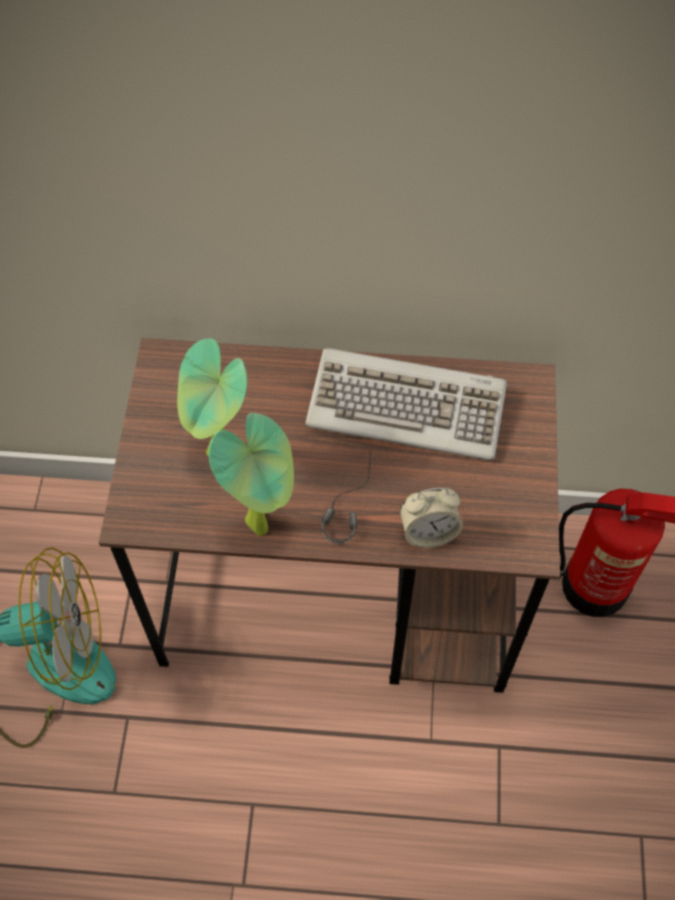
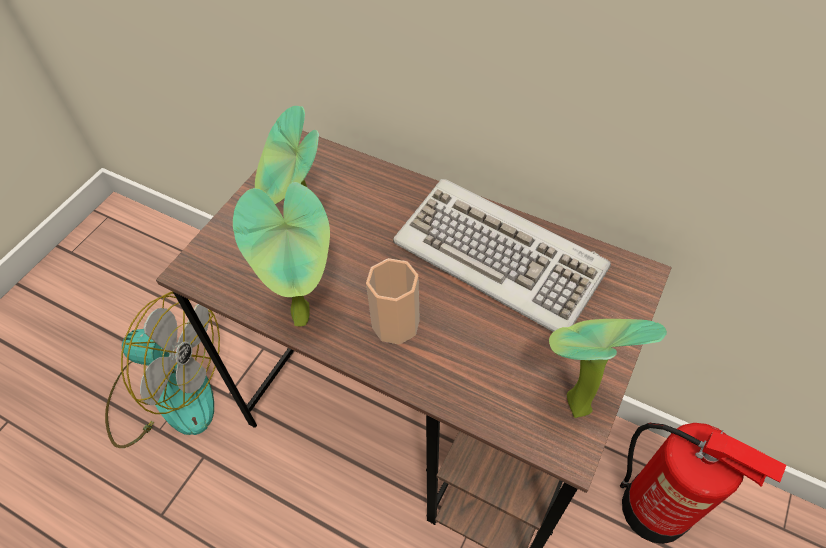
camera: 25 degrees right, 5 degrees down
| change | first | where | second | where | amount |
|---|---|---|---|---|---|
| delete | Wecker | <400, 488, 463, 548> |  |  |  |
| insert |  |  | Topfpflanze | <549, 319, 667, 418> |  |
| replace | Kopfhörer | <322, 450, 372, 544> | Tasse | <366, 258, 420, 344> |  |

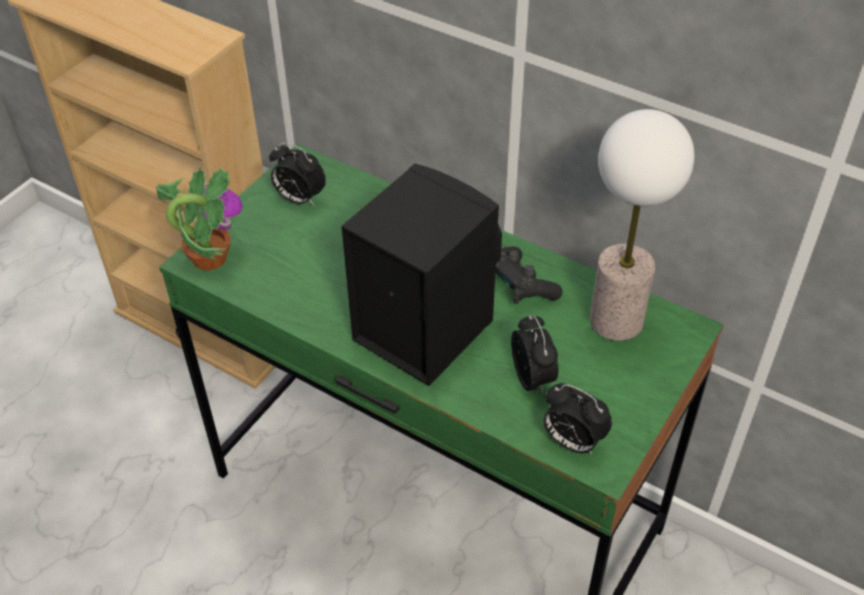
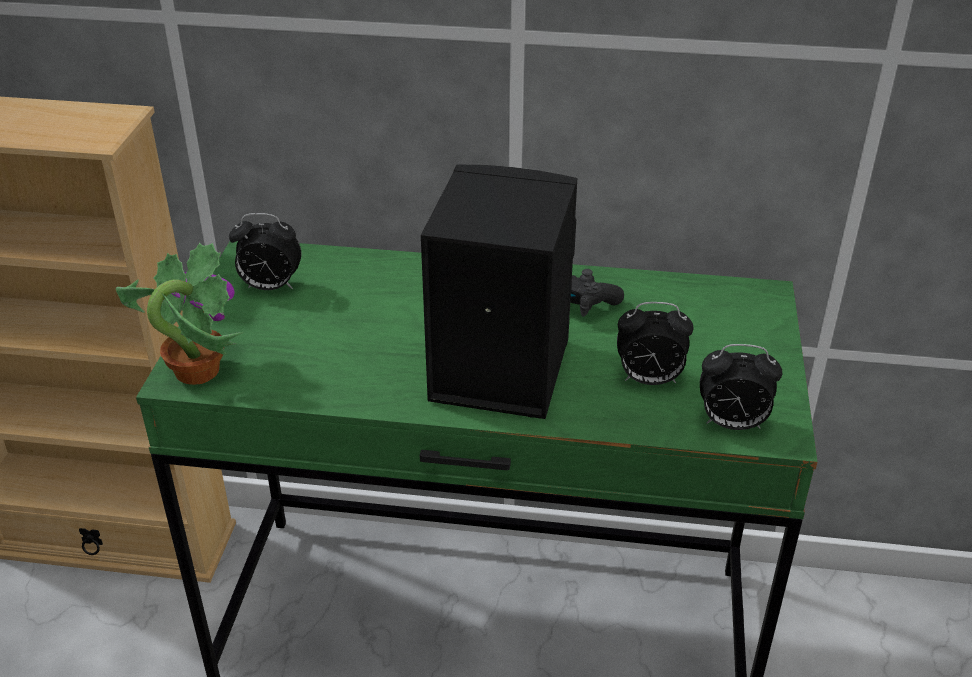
camera: 25 degrees left, 10 degrees down
| change | first | where | second | where | amount |
|---|---|---|---|---|---|
| delete | Tischlampe | <590, 109, 695, 341> |  |  |  |
| rotate | Wecker | <511, 315, 558, 394> |  | <617, 302, 693, 385> | 135 degrees clockwise |

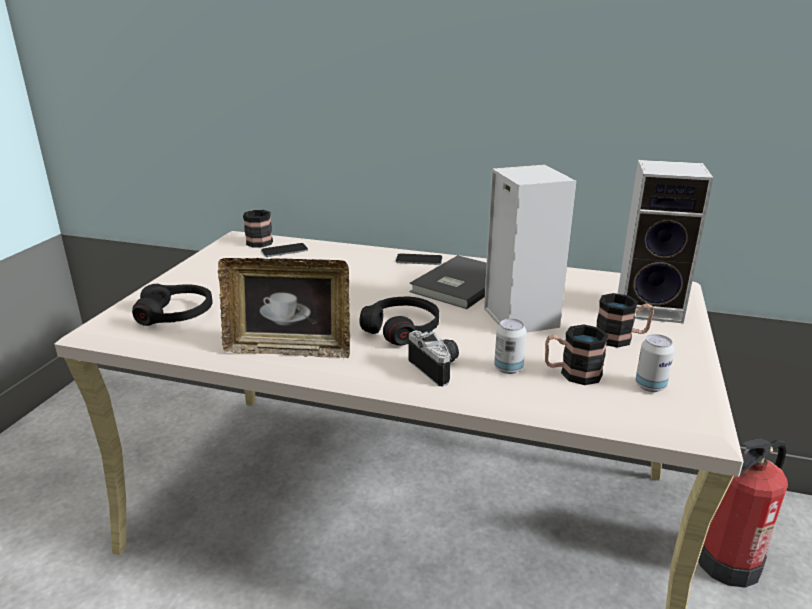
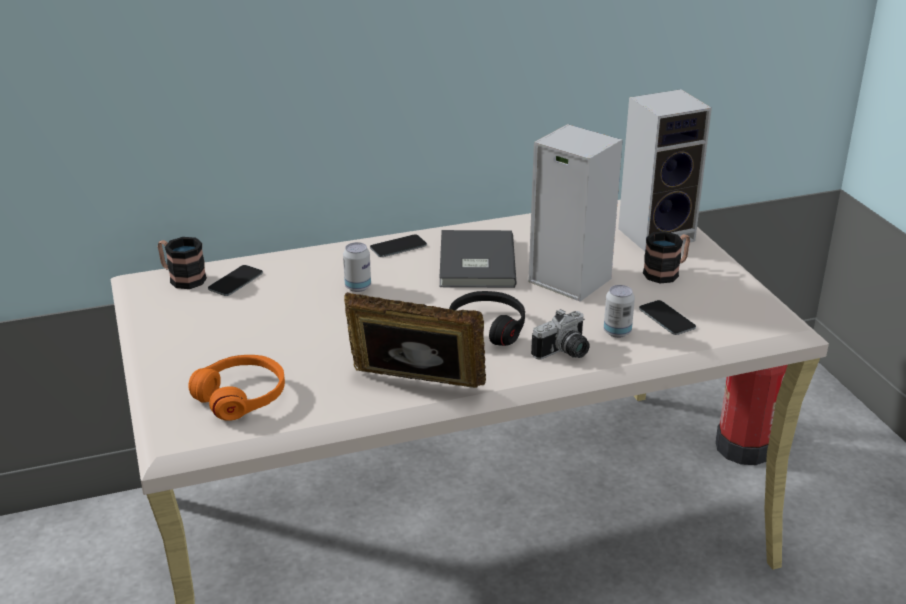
camera: 35 degrees left, 5 degrees up
| change | first | where | second | where | amount |
|---|---|---|---|---|---|
| move | Dose | <635, 334, 674, 392> |  | <343, 242, 371, 292> |  |
| replace | Henkelbecher | <545, 325, 609, 385> | Handy | <639, 300, 696, 335> |  |
| recolor | Kopfhörer/schwarz | <132, 284, 213, 326> | Kopfhörer/orange | <188, 355, 285, 421> |  |
| rotate | Bilderrahmen | <218, 258, 350, 358> |  | <344, 292, 486, 388> | 135 degrees counterclockwise |
| rotate | Kamera | <408, 330, 459, 386> |  | <531, 309, 590, 360> | 120 degrees clockwise |

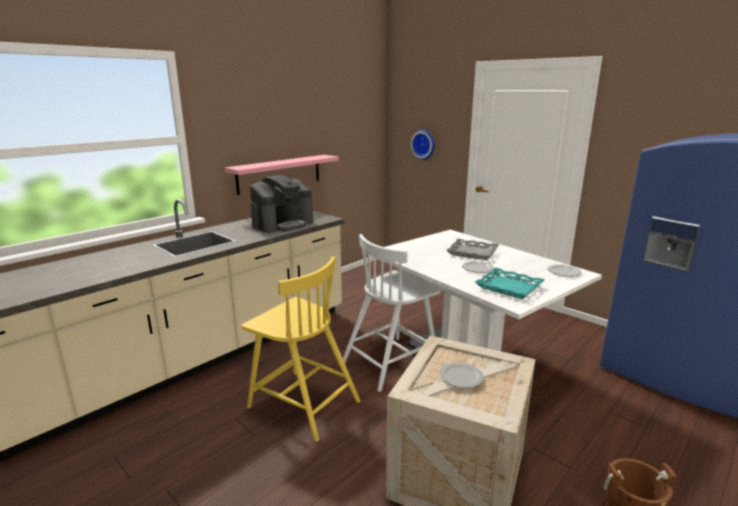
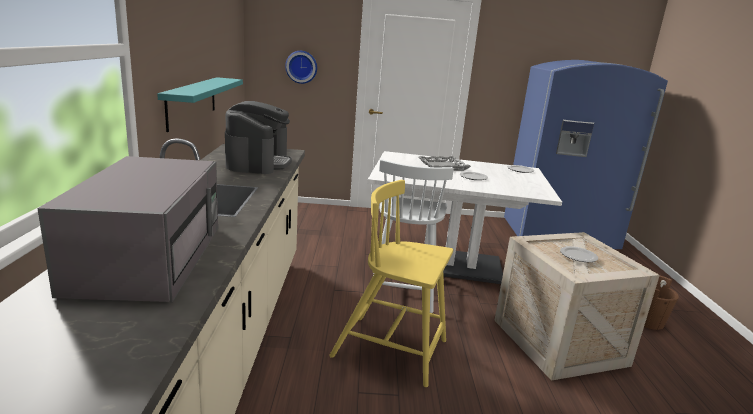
camera: 45 degrees left, 0 degrees up
| change | first | where | second | where | amount |
|---|---|---|---|---|---|
| delete | Tablett/türkis | <475, 268, 544, 299> |  |  |  |
| insert |  |  | Mikrowelle/grau | <37, 156, 218, 302> |  |
| recolor | Wandregal/rosa | <225, 155, 339, 195> | Wandregal/türkis | <157, 77, 243, 132> |  |
| rotate | Stuhl/gelb | <241, 256, 360, 442> |  | <329, 180, 453, 387> | 150 degrees counterclockwise |

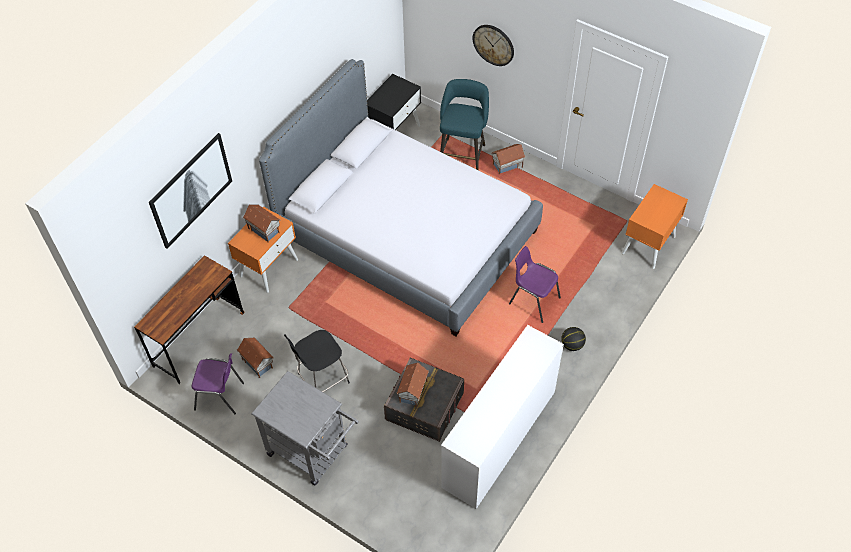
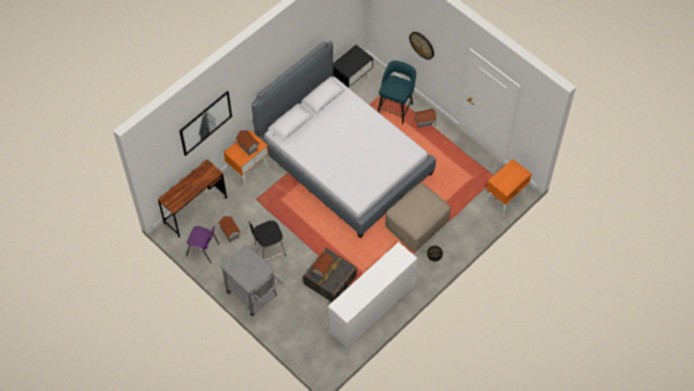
camera: 10 degrees right, 5 degrees up
| change | first | where | second | where | amount |
|---|---|---|---|---|---|
| replace | Stuhl/lila | <509, 246, 561, 323> | Polsterhocker/beige | <385, 183, 451, 251> |  |

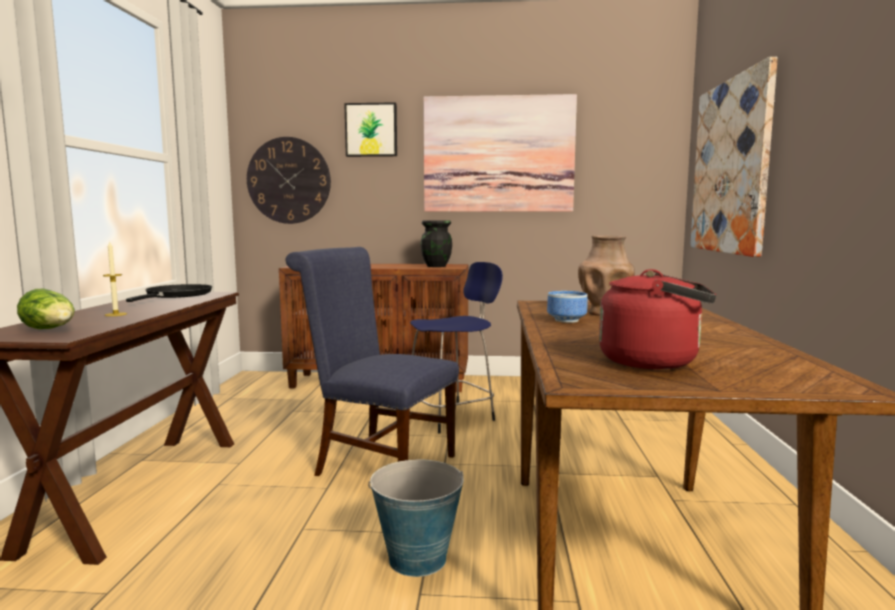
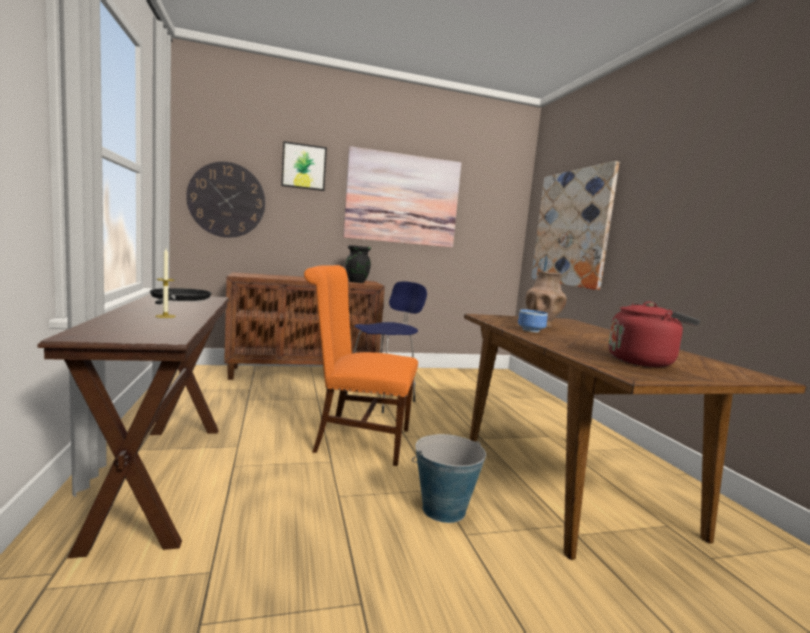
camera: 20 degrees left, 0 degrees up
| change | first | where | second | where | amount |
|---|---|---|---|---|---|
| delete | Salatkopf | <17, 289, 75, 329> |  |  |  |
| recolor | Stuhl/blau | <286, 247, 459, 476> | Stuhl/orange | <304, 265, 418, 466> |  |

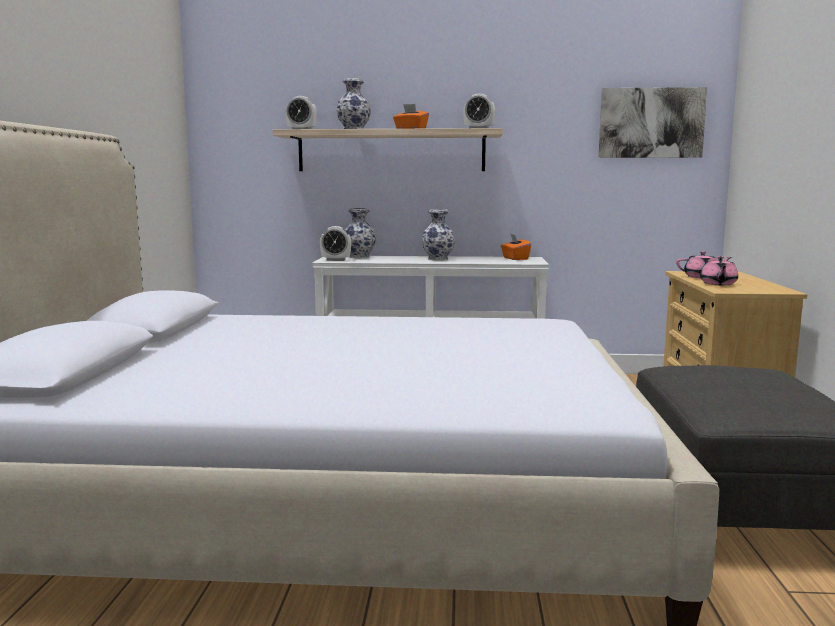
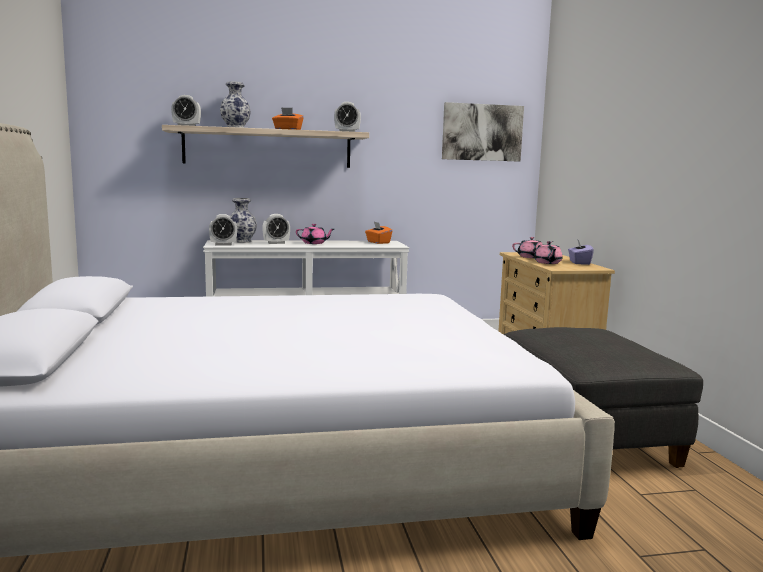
camera: 15 degrees left, 0 degrees up
| change | first | where | second | where | amount |
|---|---|---|---|---|---|
| insert |  |  | Wecker | <262, 214, 290, 244> |  |
| insert |  |  | Taschentuchbox/lila | <568, 239, 594, 265> |  |
| replace | Vase | <422, 209, 455, 261> | Teekanne/rosa | <296, 224, 334, 244> |  |

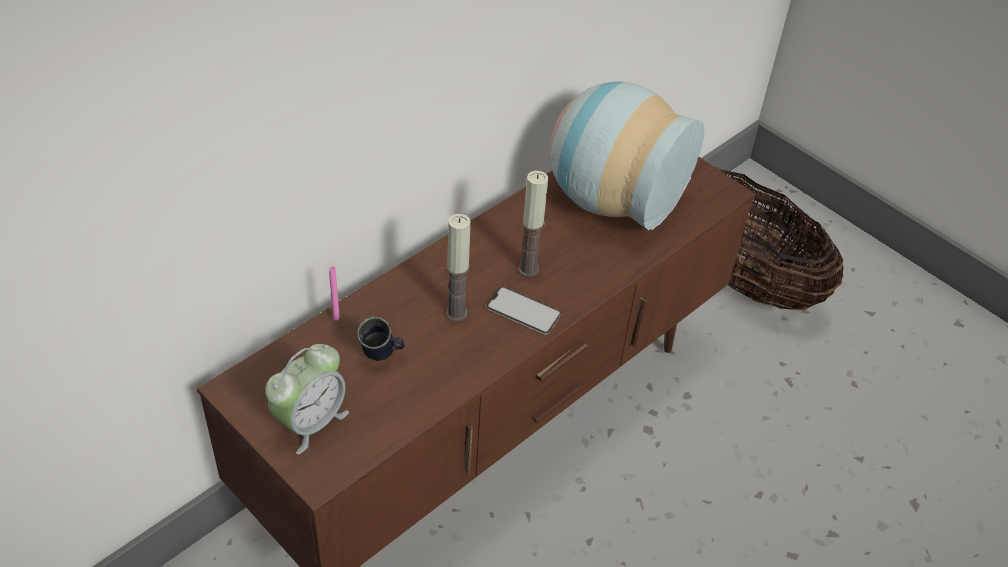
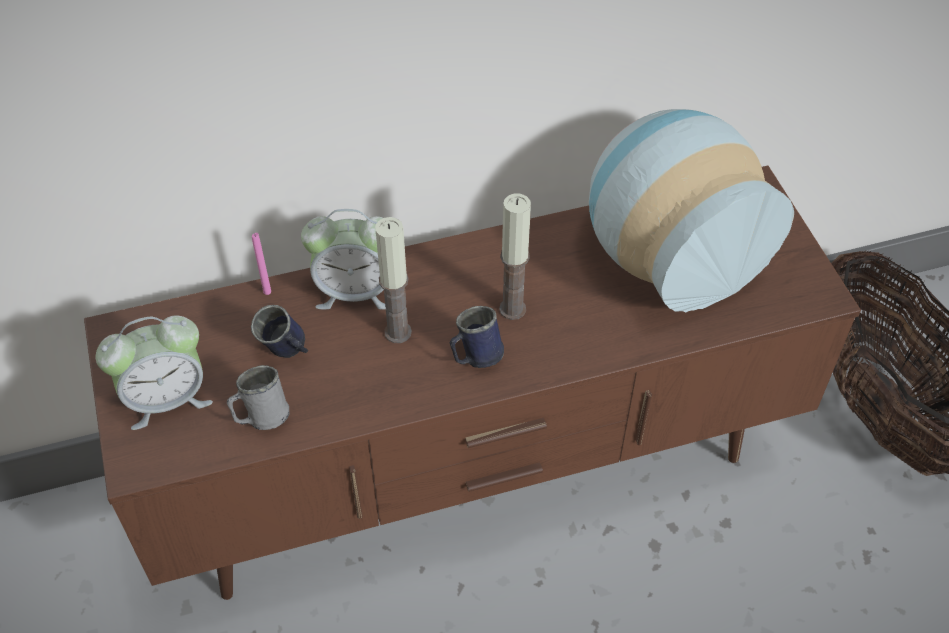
camera: 30 degrees right, 5 degrees up
| change | first | where | second | where | amount |
|---|---|---|---|---|---|
| insert |  |  | Henkelbecher/grau | <227, 365, 290, 430> |  |
| insert |  |  | Wecker | <301, 209, 386, 310> |  |
| replace | Handy | <486, 286, 562, 335> | Henkelbecher/blau | <450, 306, 504, 368> |  |

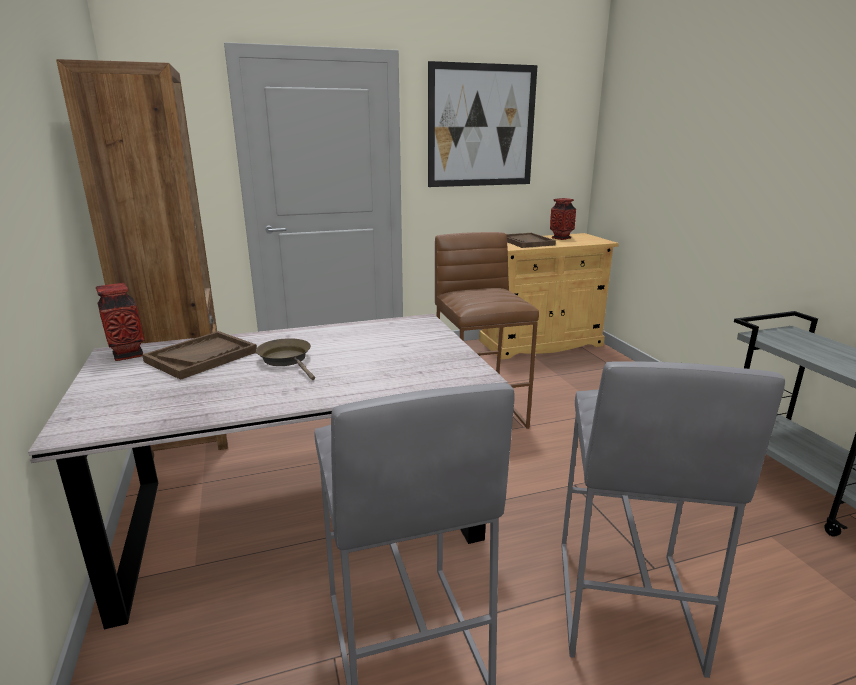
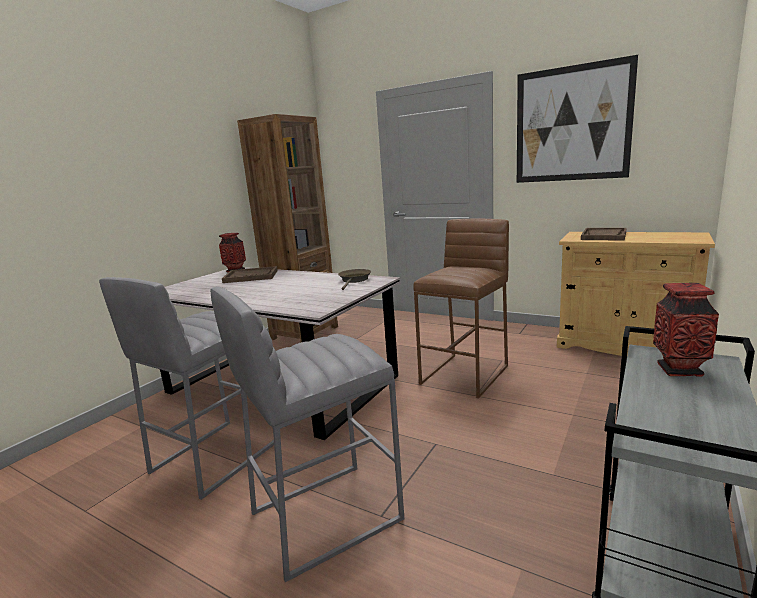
camera: 50 degrees right, 5 degrees down
| change | first | where | second | where | amount |
|---|---|---|---|---|---|
| move | Pfanne/braun | <256, 338, 315, 380> |  | <338, 269, 371, 290> |  |
| move | Vase | <550, 198, 576, 240> |  | <653, 283, 719, 377> |  |

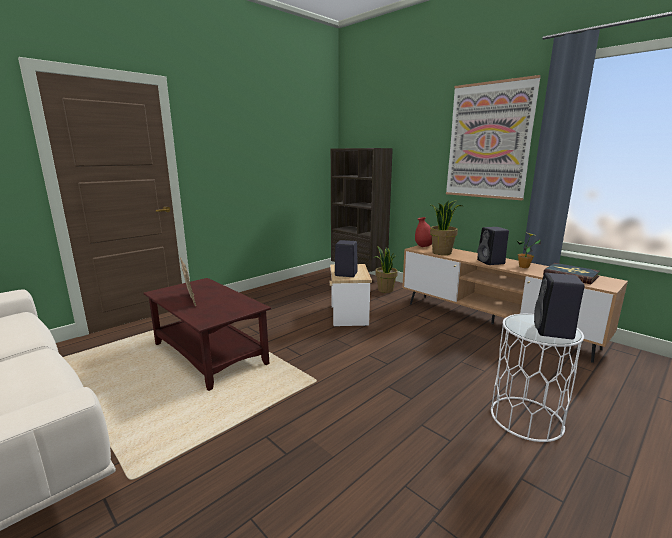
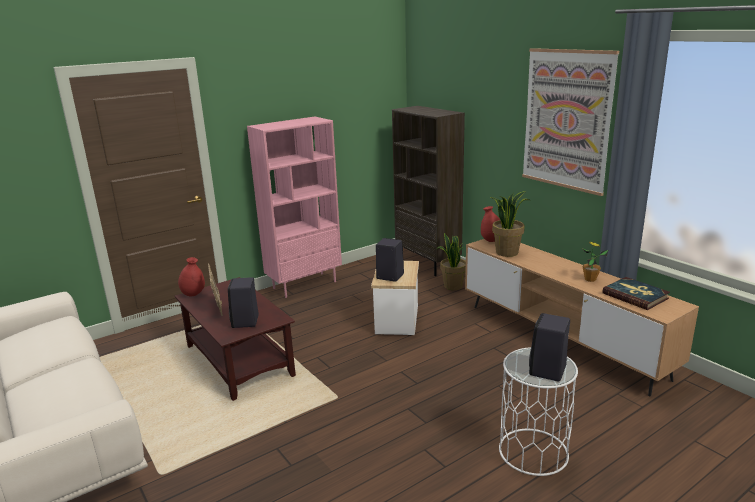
camera: 10 degrees right, 5 degrees up
| change | first | where | second | where | amount |
|---|---|---|---|---|---|
| insert |  |  | Vase/rot | <178, 257, 205, 296> |  |
| insert |  |  | Bücherregal/rosa | <247, 116, 342, 298> |  |
| move | Lautsprecher/schwarz | <477, 227, 509, 265> |  | <228, 277, 259, 328> |  |

